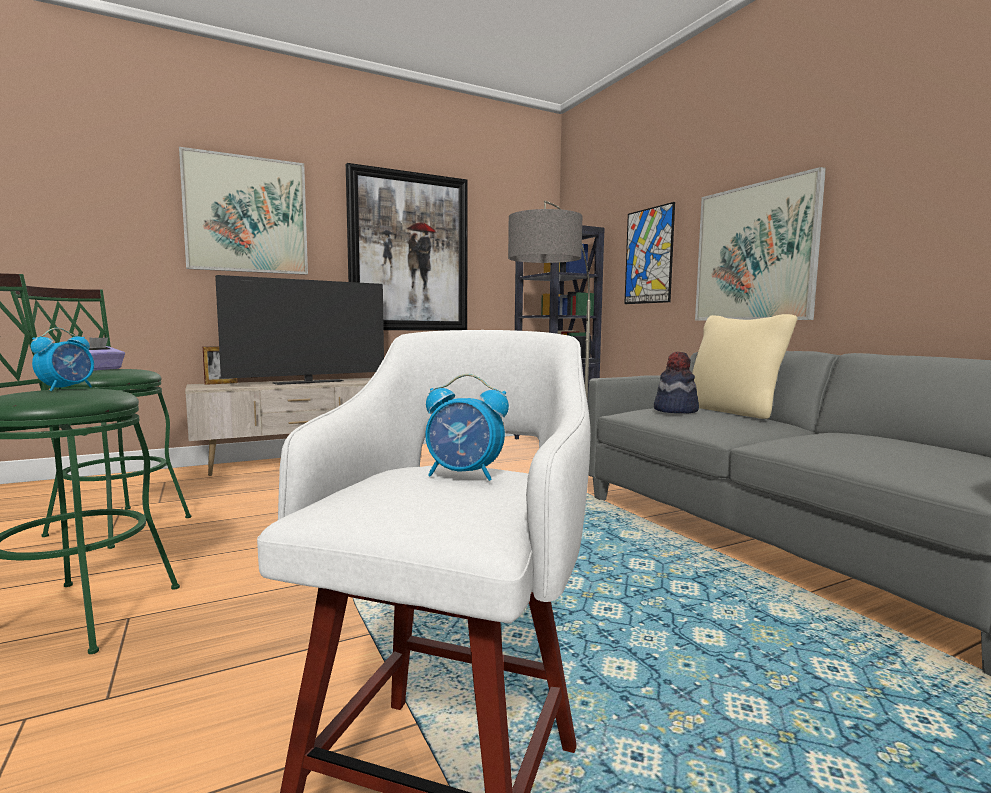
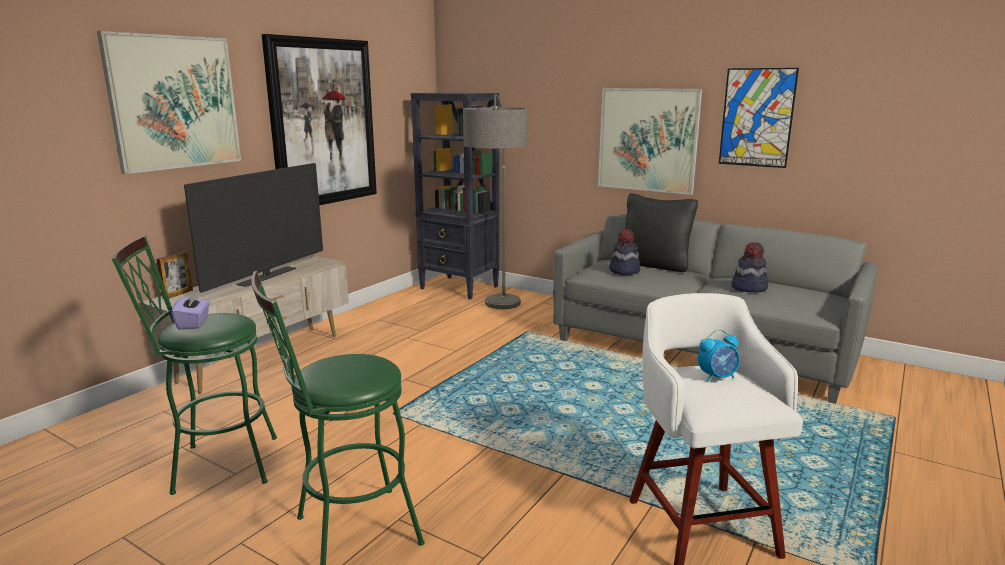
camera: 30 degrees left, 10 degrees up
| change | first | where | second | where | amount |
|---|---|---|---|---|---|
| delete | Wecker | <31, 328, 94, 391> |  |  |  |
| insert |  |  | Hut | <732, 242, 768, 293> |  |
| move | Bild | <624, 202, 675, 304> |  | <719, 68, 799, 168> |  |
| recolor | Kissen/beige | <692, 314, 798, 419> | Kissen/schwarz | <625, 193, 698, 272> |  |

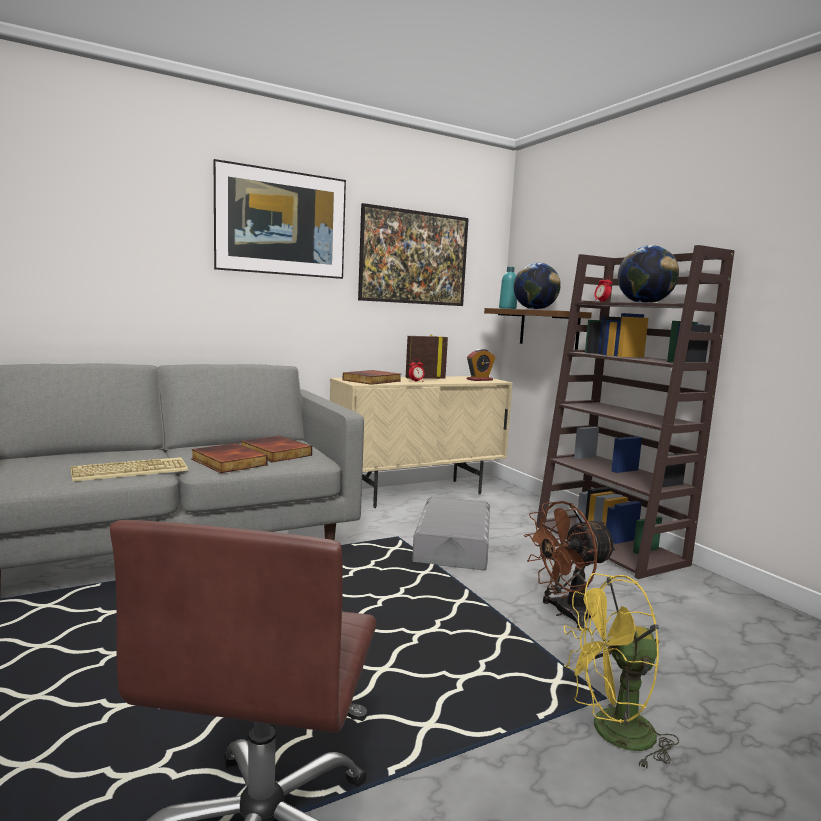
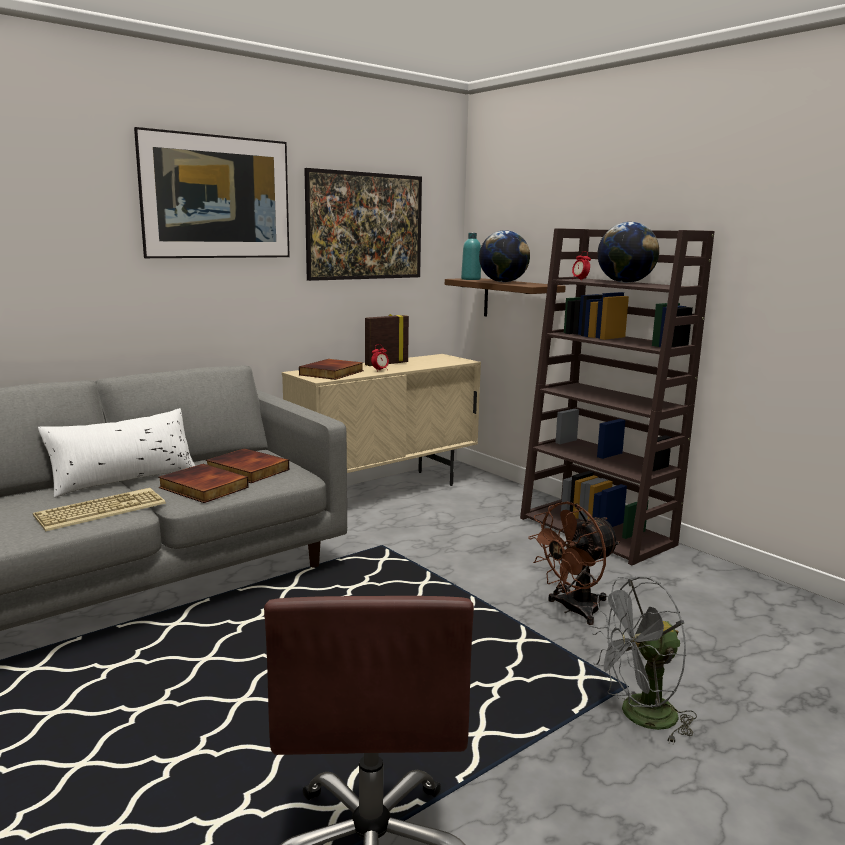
camera: 10 degrees left, 5 degrees up
| change | first | where | second | where | amount |
|---|---|---|---|---|---|
| delete | Aufbewahrungsbox/grau | <412, 497, 490, 571> |  |  |  |
| delete | Wecker | <467, 349, 495, 381> |  |  |  |
| insert |  |  | Kissen/weiß | <38, 408, 195, 498> |  |
| recolor | Ventilator/gelb | <564, 573, 679, 771> | Ventilator/grau | <590, 576, 697, 743> |  |

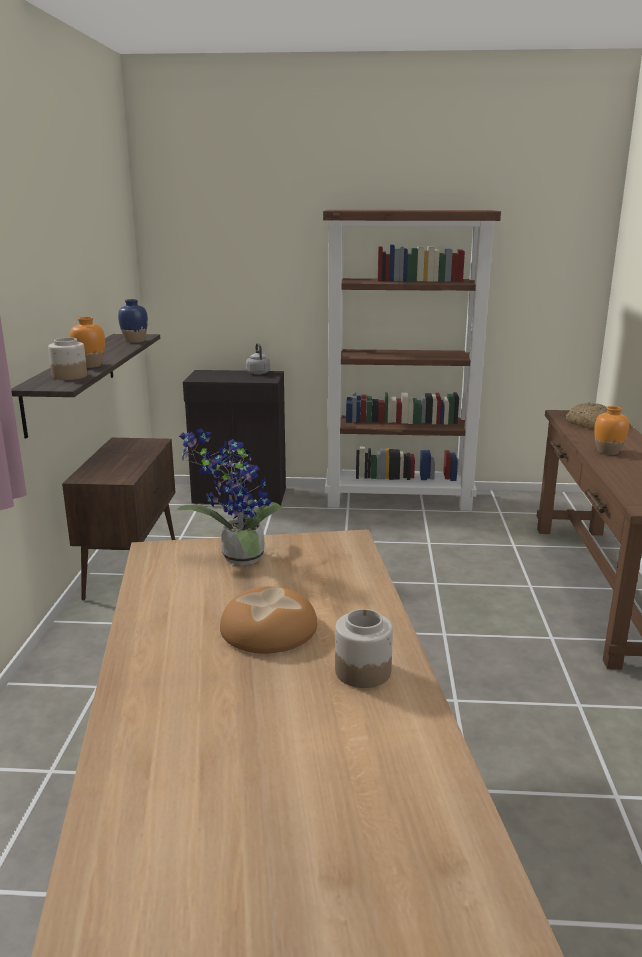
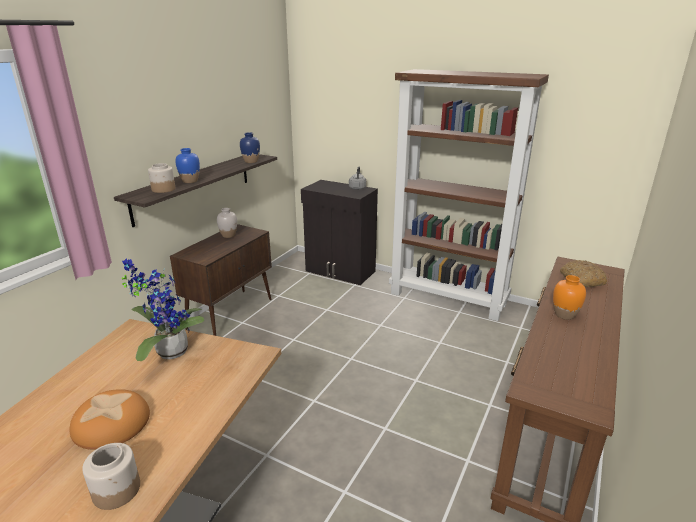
camera: 25 degrees right, 5 degrees up
| change | first | where | second | where | amount |
|---|---|---|---|---|---|
| insert |  |  | Vase/weiß | <217, 208, 237, 238> |  |
| recolor | Vase/orange | <70, 317, 105, 368> | Vase/blau | <176, 148, 200, 183> |  |

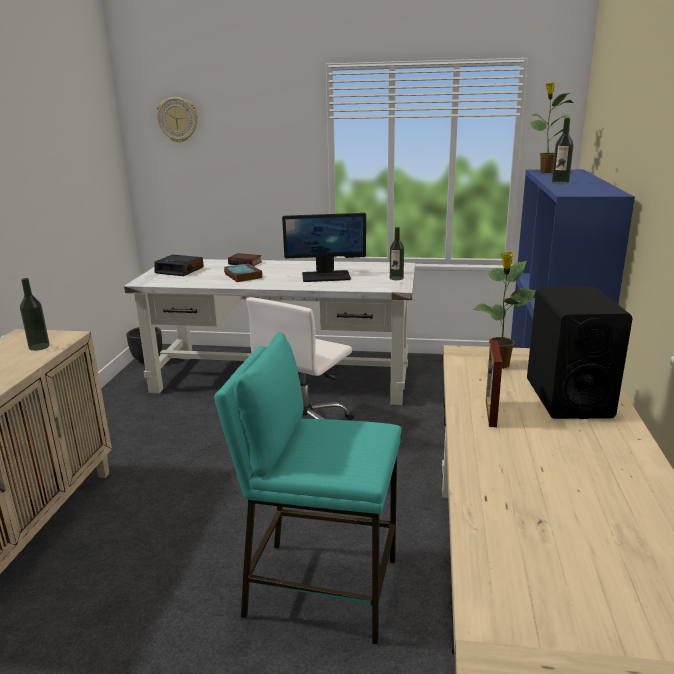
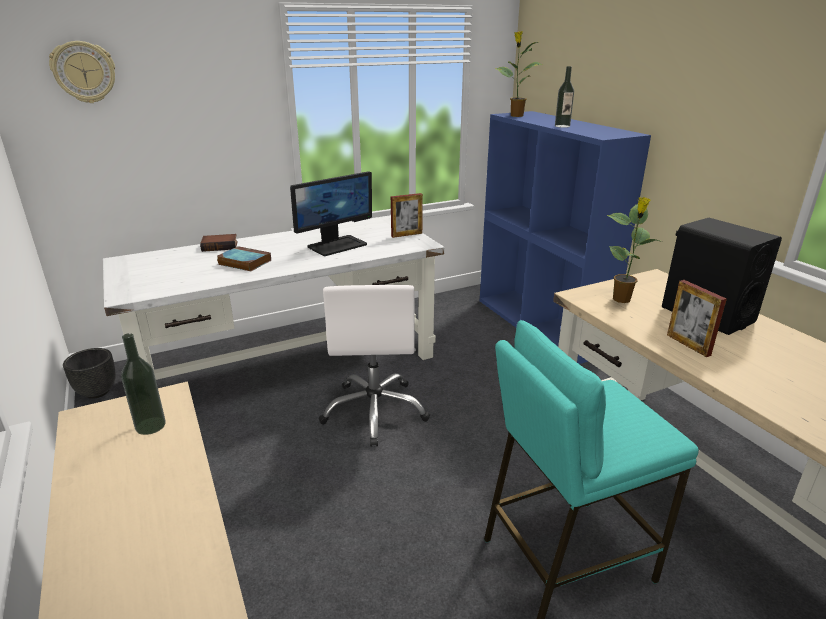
camera: 35 degrees left, 5 degrees up
| change | first | where | second | where | amount |
|---|---|---|---|---|---|
| delete | Wecker | <154, 255, 204, 276> |  |  |  |
| replace | Flasche | <390, 227, 404, 280> | Bilderrahmen | <391, 193, 423, 238> |  |

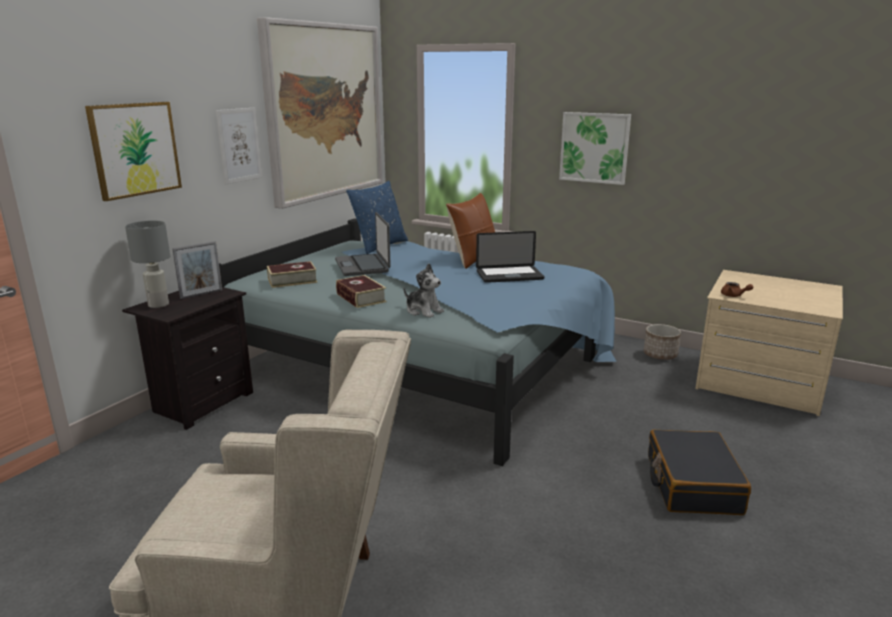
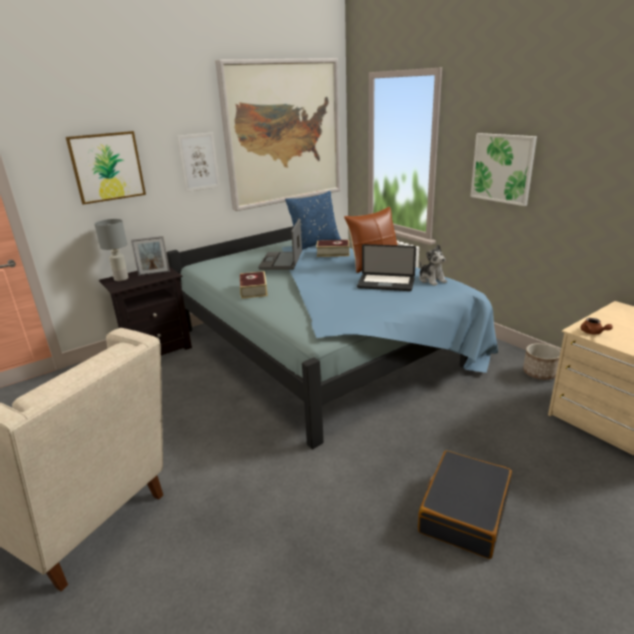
camera: 25 degrees right, 5 degrees up
| change | first | where | second | where | amount |
|---|---|---|---|---|---|
| move | Buch | <267, 261, 317, 288> |  | <316, 240, 350, 257> |  |
| move | Plüschtier | <404, 264, 444, 318> |  | <419, 244, 447, 286> |  |

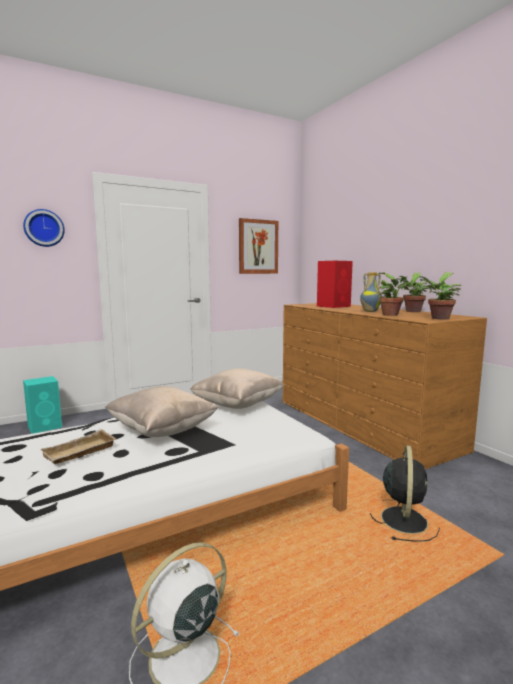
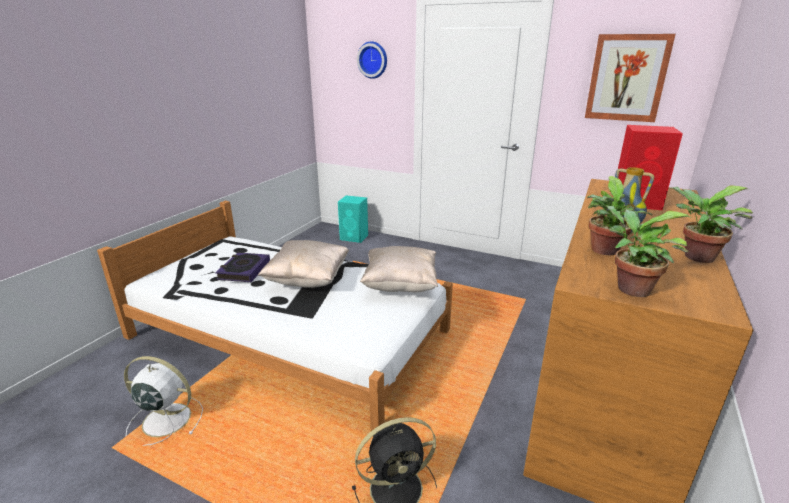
camera: 55 degrees right, 15 degrees up
| change | first | where | second | where | amount |
|---|---|---|---|---|---|
| replace | Tablett/beige | <40, 429, 116, 464> | Buch | <215, 252, 270, 282> |  |

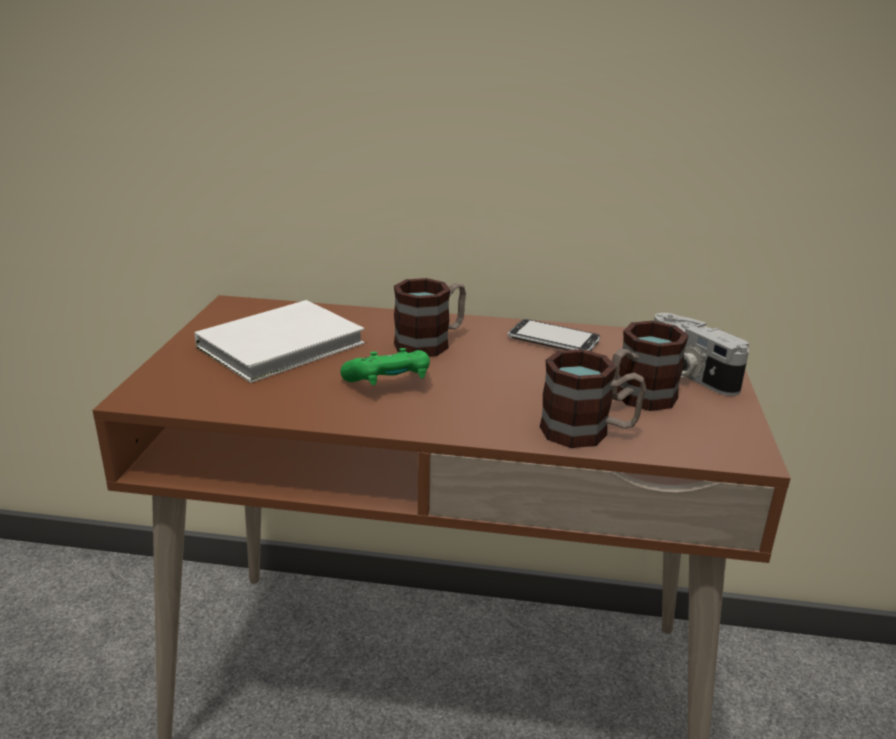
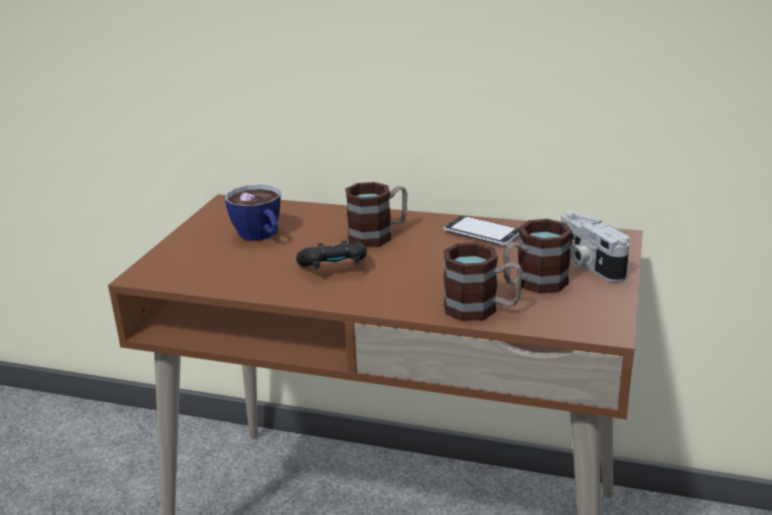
camera: 10 degrees right, 0 degrees up
| change | first | where | second | where | amount |
|---|---|---|---|---|---|
| replace | Buch/weiß | <195, 300, 365, 383> | Tasse | <225, 184, 281, 241> |  |
| recolor | Gamepad/grün | <340, 348, 430, 385> | Gamepad/schwarz | <296, 240, 367, 269> |  |

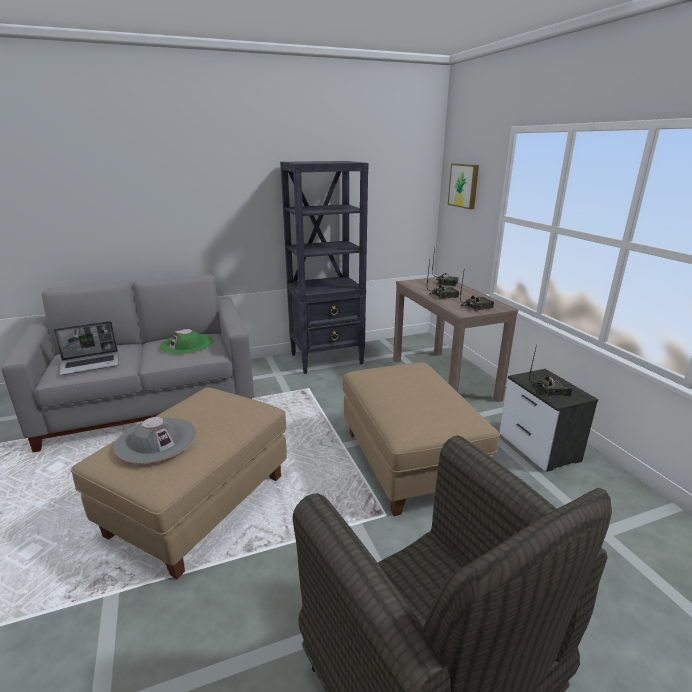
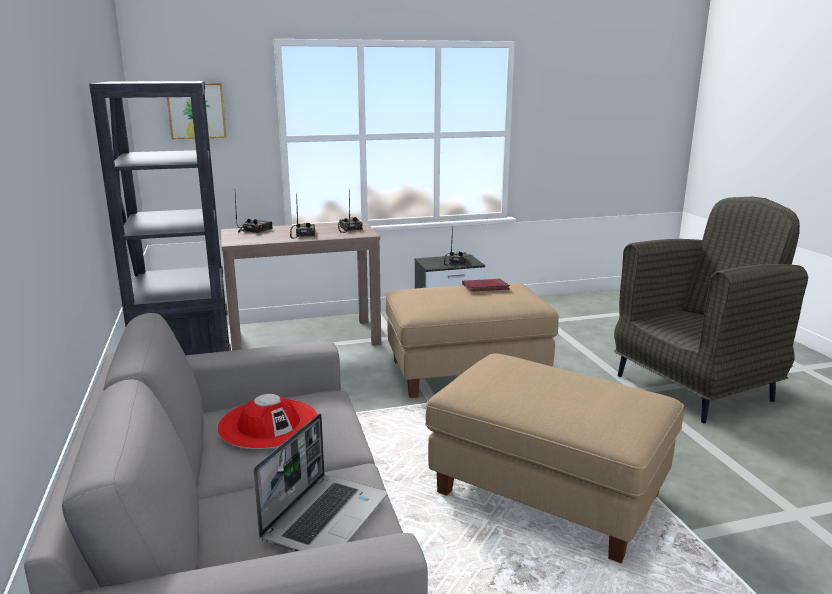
camera: 85 degrees left, 5 degrees down
| change | first | where | second | where | amount |
|---|---|---|---|---|---|
| delete | Hut/grau | <114, 417, 196, 464> |  |  |  |
| insert |  |  | Buch/rot | <462, 278, 510, 292> |  |
| recolor | Hut/grün | <160, 329, 213, 354> | Hut/rot | <218, 394, 318, 449> |  |
| rotate | Laptop | <54, 321, 119, 375> |  | <253, 413, 387, 551> | 45 degrees clockwise |

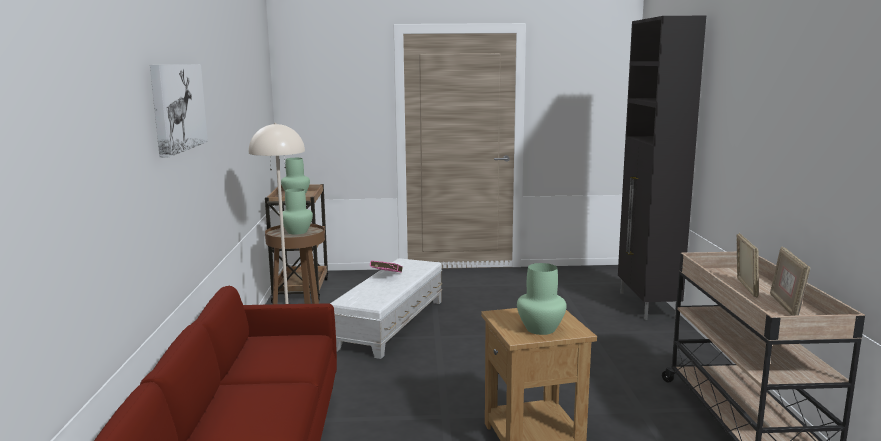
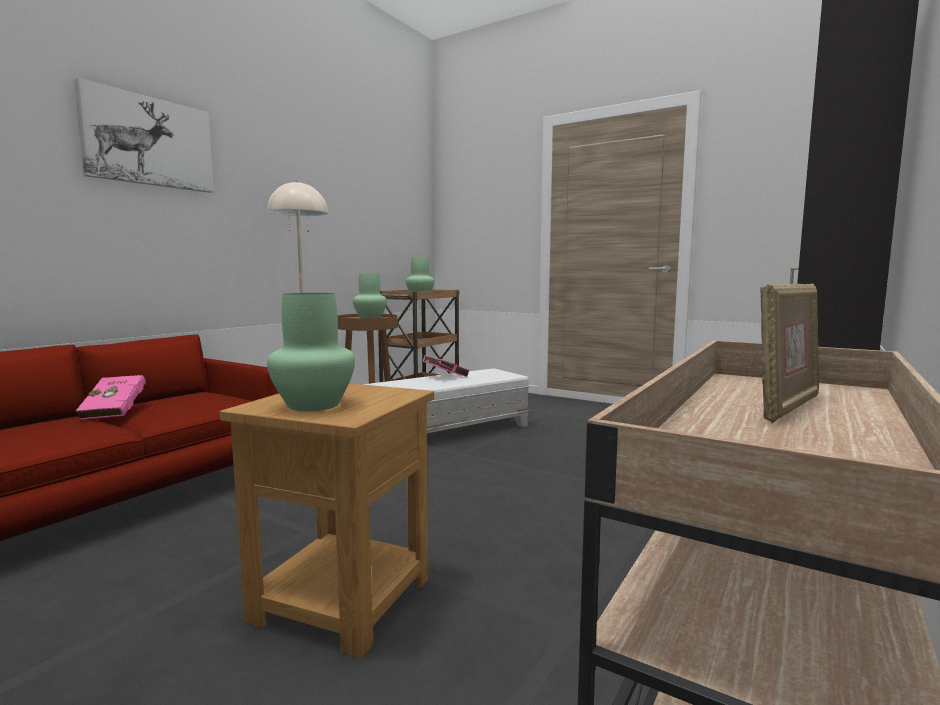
camera: 35 degrees right, 5 degrees down
| change | first | where | second | where | amount |
|---|---|---|---|---|---|
| delete | Bilderrahmen | <770, 247, 810, 316> |  |  |  |
| insert |  |  | Buch/rosa | <76, 375, 146, 420> |  |

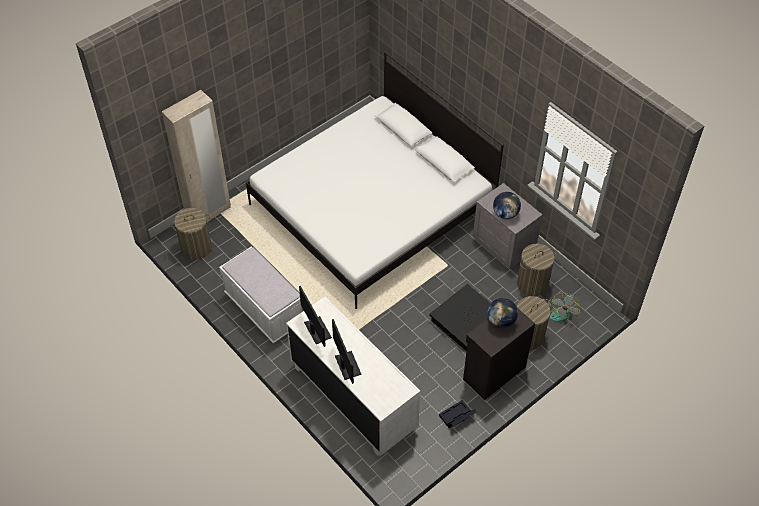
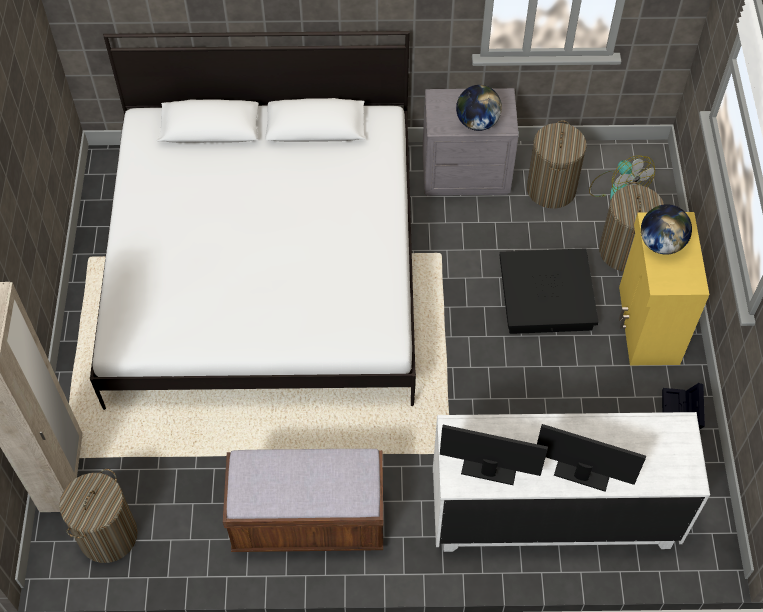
camera: 50 degrees left, 5 degrees up
| change | first | where | second | where | amount |
|---|---|---|---|---|---|
| recolor | Bank/weiß | <219, 247, 302, 344> | Bank/braun | <223, 449, 383, 552> |  |
| recolor | Schrank/schwarz | <463, 308, 535, 400> | Schrank/gelb | <619, 212, 709, 365> |  |

